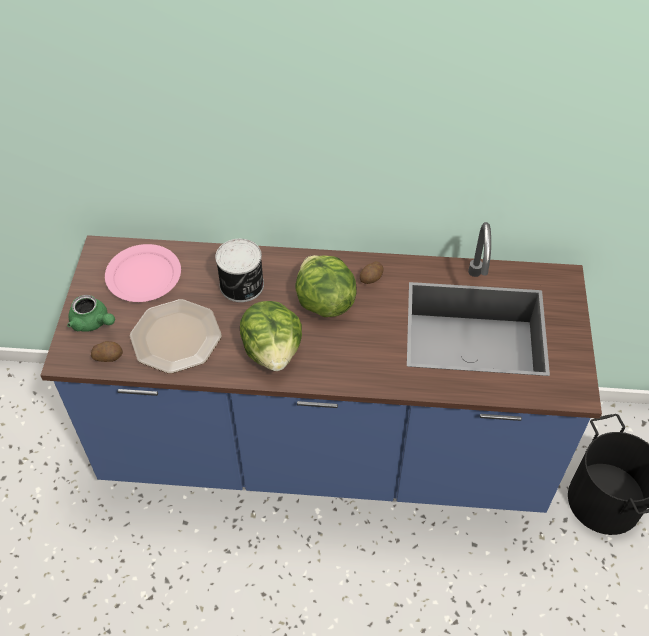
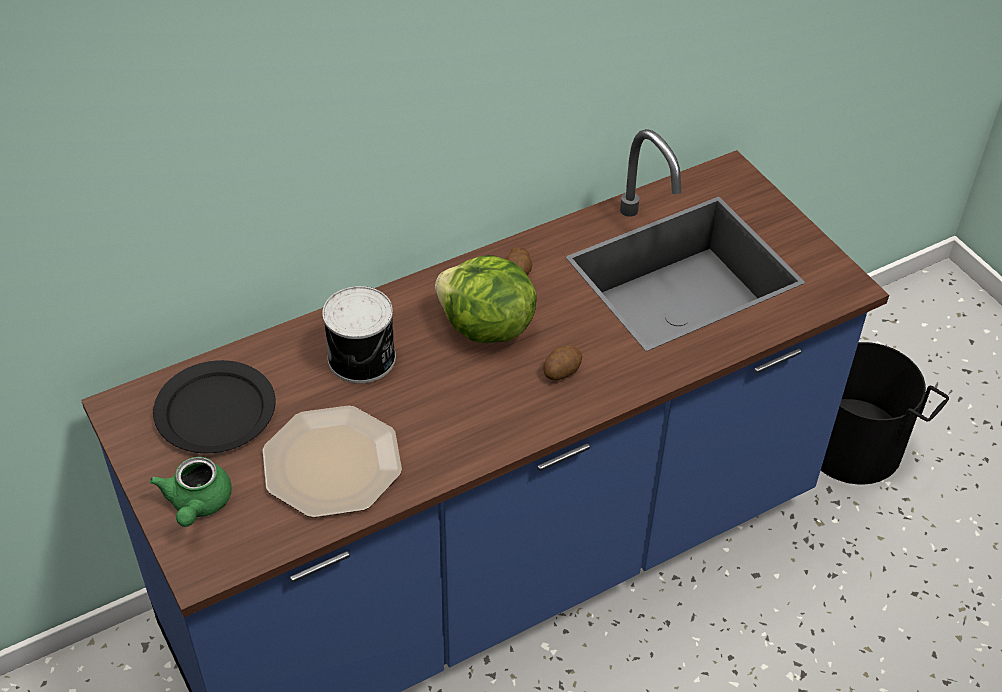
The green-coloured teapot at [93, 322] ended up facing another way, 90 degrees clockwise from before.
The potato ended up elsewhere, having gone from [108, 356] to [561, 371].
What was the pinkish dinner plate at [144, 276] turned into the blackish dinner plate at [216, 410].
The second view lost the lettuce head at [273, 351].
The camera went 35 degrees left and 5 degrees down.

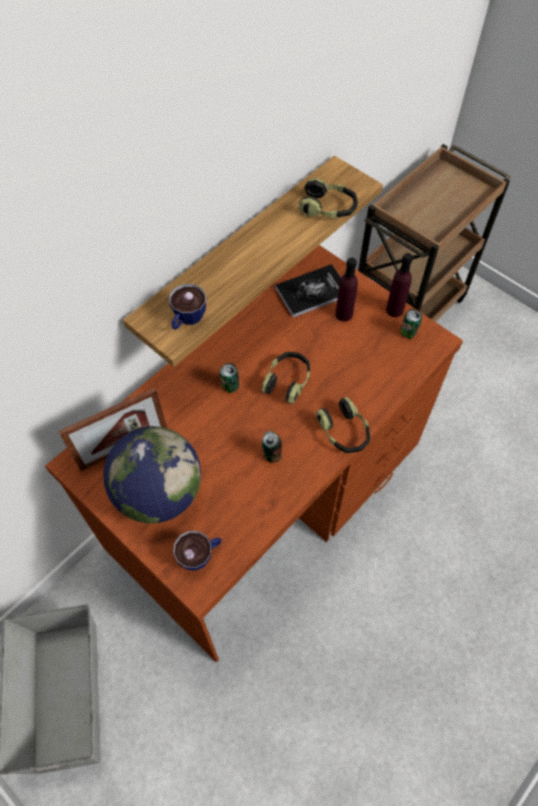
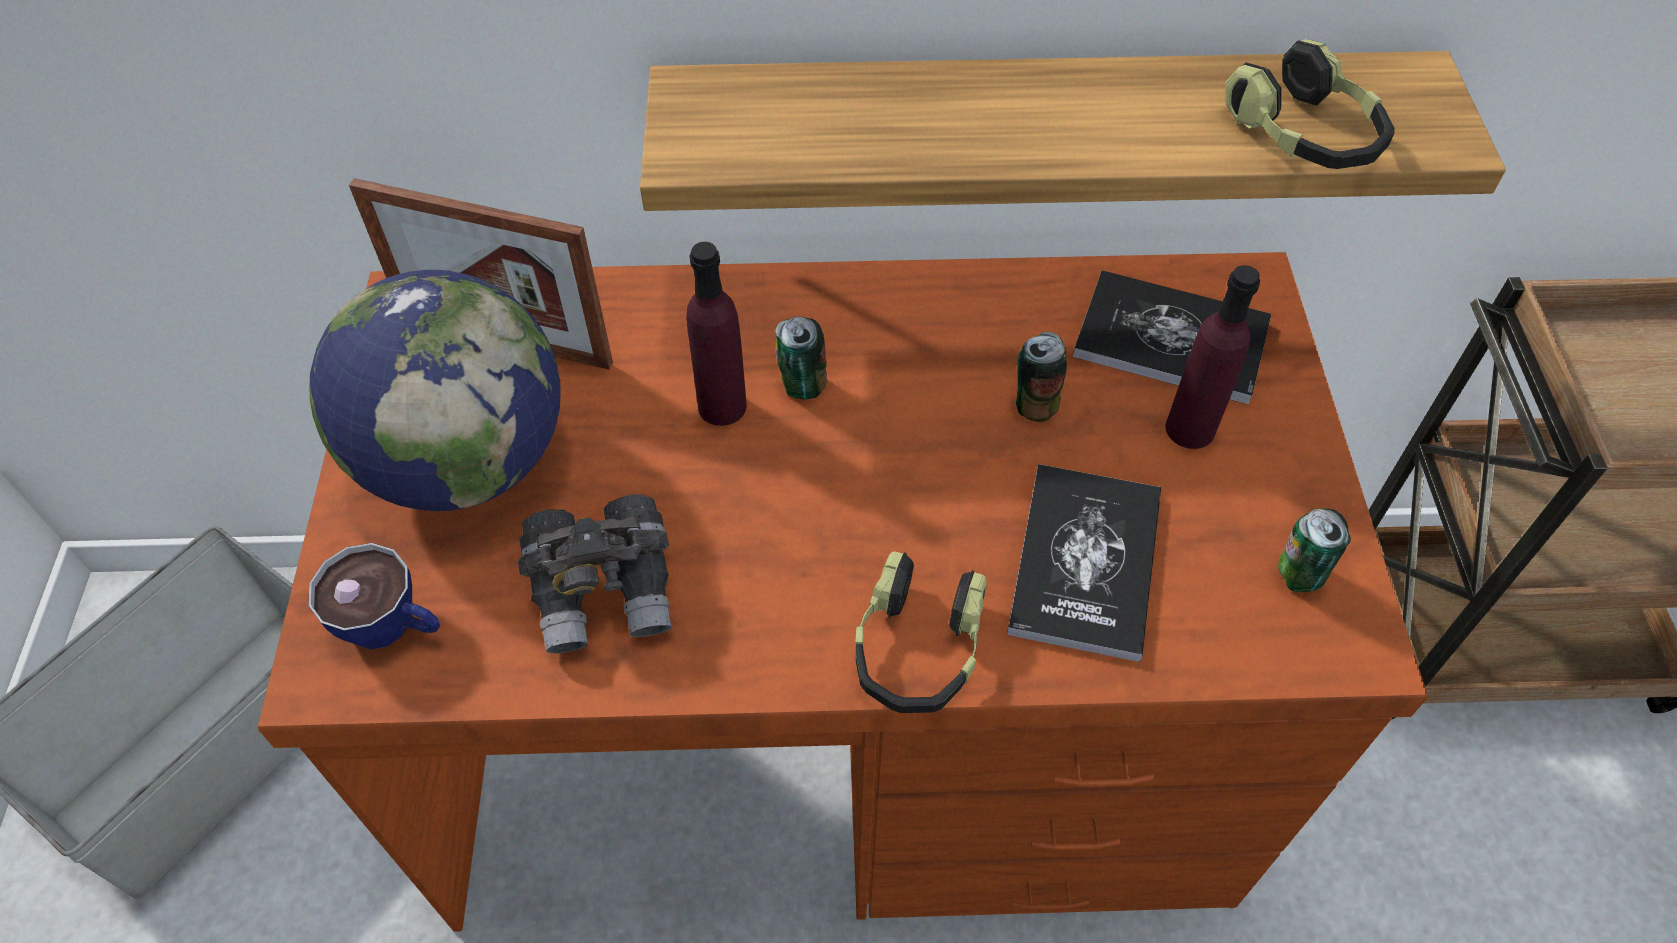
The second view lost the cup at [187, 320].
The second view lost the headphones at [287, 381].
The sealed can ended up elsewhere, having gone from [271, 454] to [1035, 404].
The purple bottle ended up elsewhere, having gone from [394, 310] to [722, 406].
The second view gained the grey binoculars at [606, 591].
The second view gained the volume at [1085, 562].
The camera went 45 degrees right and 5 degrees down.

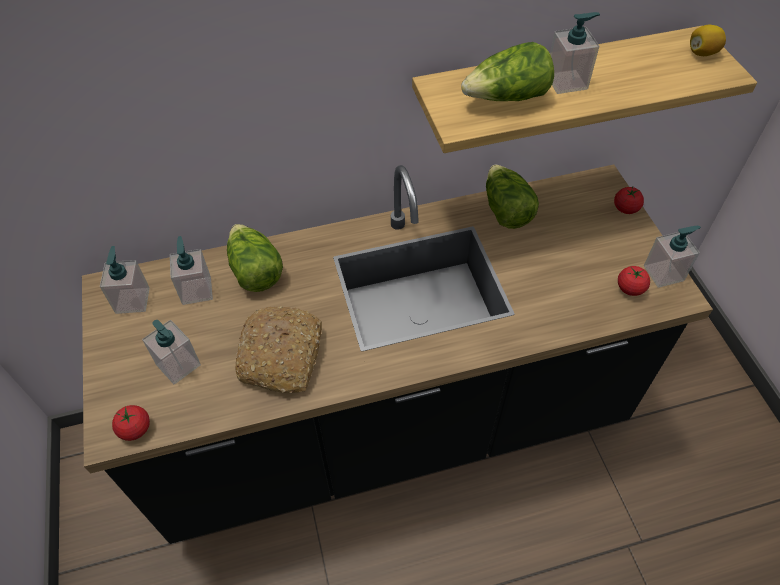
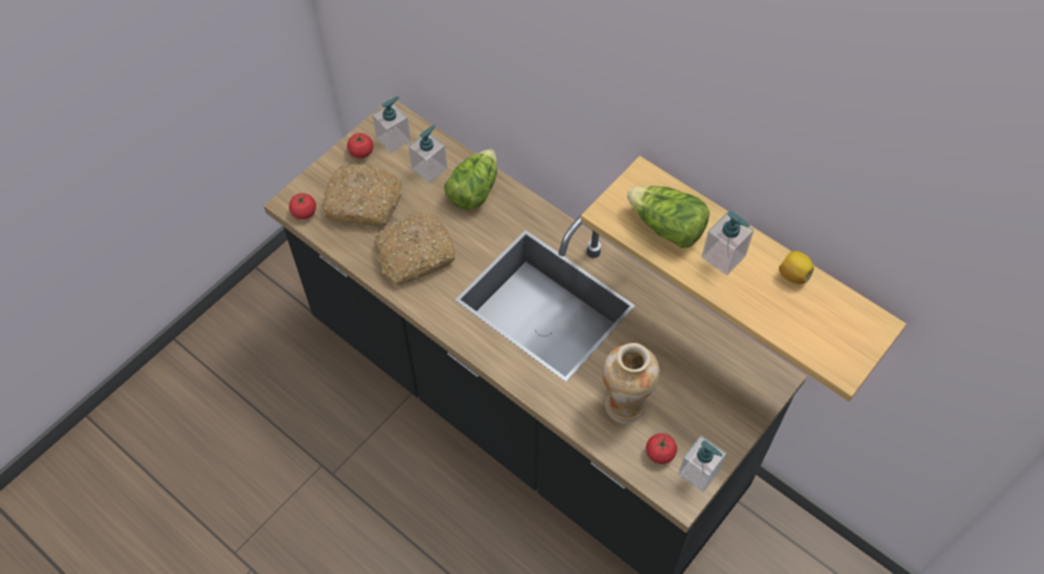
Where the liquid soap bottle stood at [178, 365], the bakery bread came to stand at [364, 202].
The second view lost the lettuce head at [505, 210].
The tomato ended up elsewhere, having gone from [625, 208] to [361, 152].
The whole lemon ended up elsewhere, having gone from [702, 53] to [793, 275].
The second view gained the decorative vase at [625, 405].
The camera went 55 degrees right and 5 degrees up.

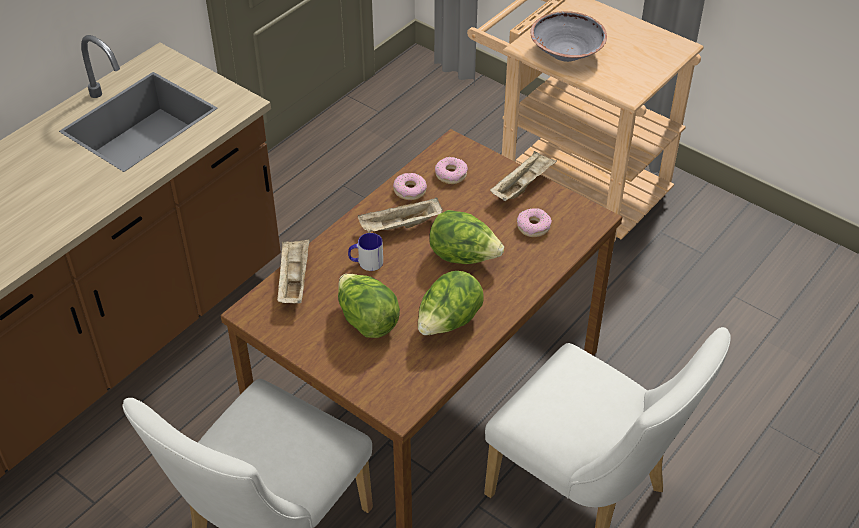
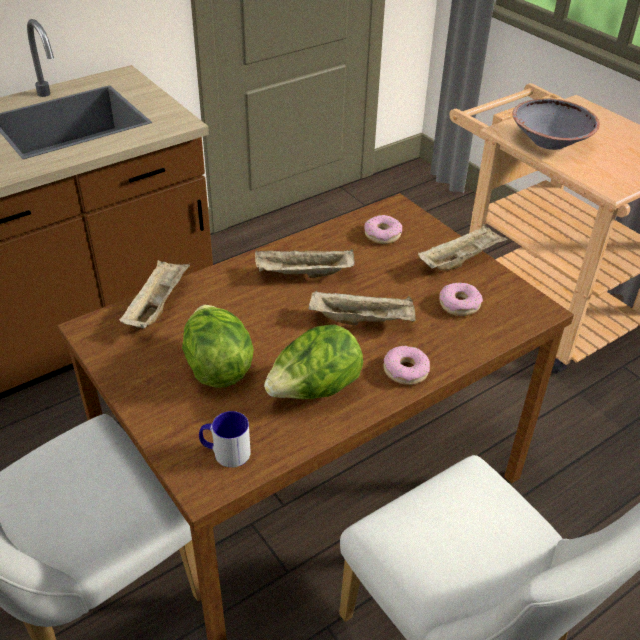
The coffee mug ended up elsewhere, having gone from [366, 262] to [225, 452].
The ring doughnut ended up elsewhere, having gone from [409, 190] to [405, 371].
Where the lettuce head stood at [463, 257], the beige-coloured carrying tray came to stand at [363, 320].
The camera went 15 degrees right and 5 degrees down.

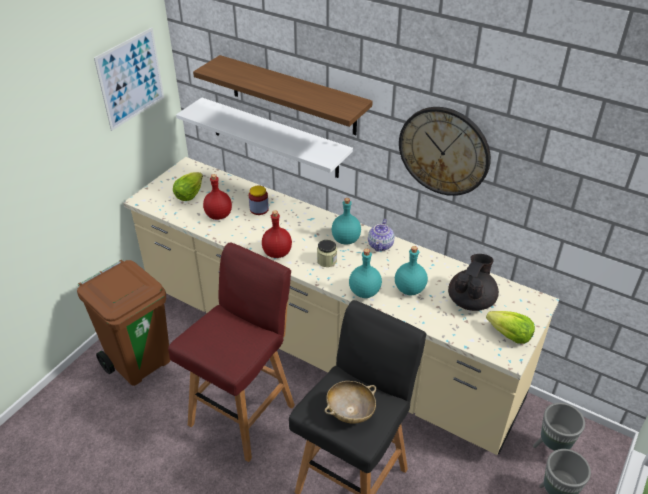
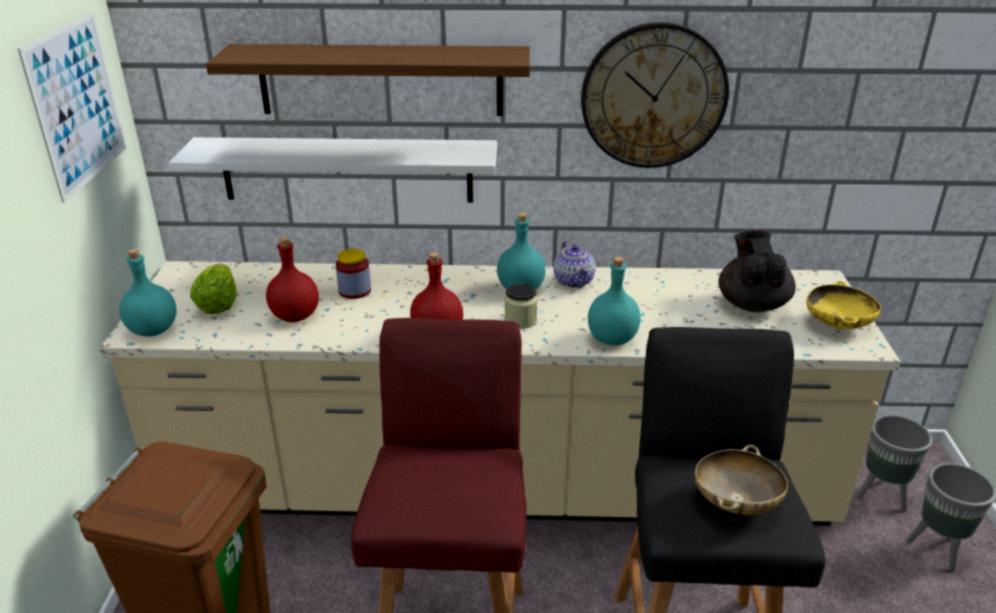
The blue-green bottle ended up elsewhere, having gone from [409, 289] to [152, 330].
Where the lettuce head stood at [509, 336], the yellow serving bowl came to stand at [838, 324].
The camera went 30 degrees left and 10 degrees down.

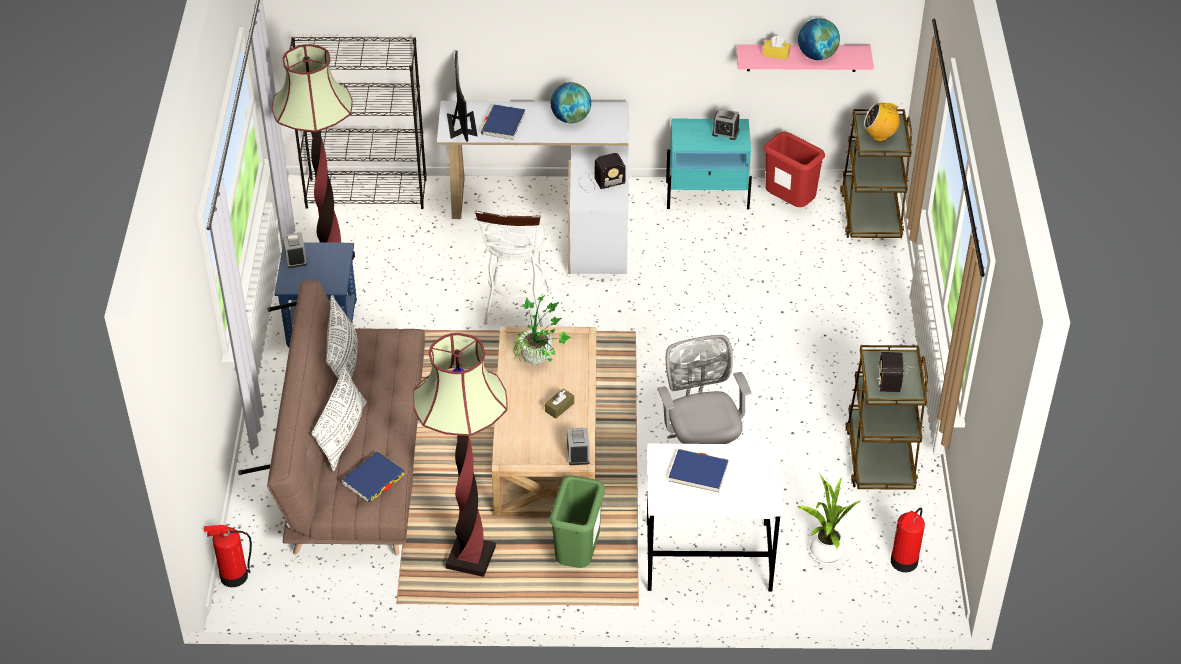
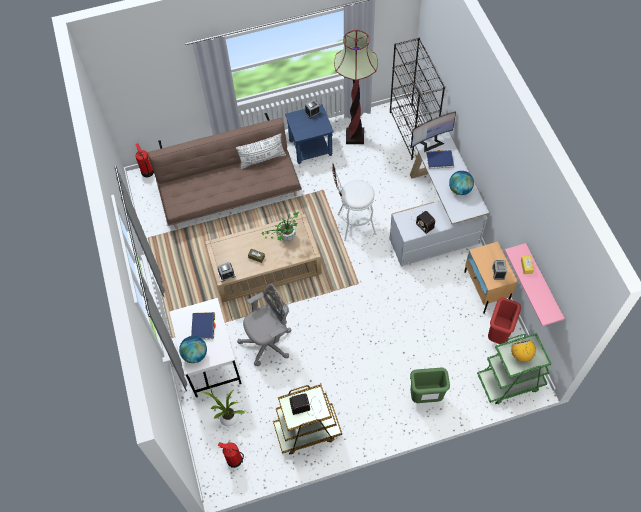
The second view lost the white pillow at [343, 434].
The second view lost the bluish volume at [373, 479].
The second view lost the standard lamp at [470, 558].
The green-coloured rubbish bin ended up elsewhere, having gone from [578, 557] to [425, 397].
What was the blue-green night table at [708, 195] turned into the beige-coloured night table at [485, 289].
The world globe ended up elsewhere, having gone from [817, 56] to [195, 354].
What was the brown-coloured wheeled cart at [870, 214] turned into the green-coloured wheeled cart at [510, 381].
The camera went 75 degrees right and 15 degrees up.

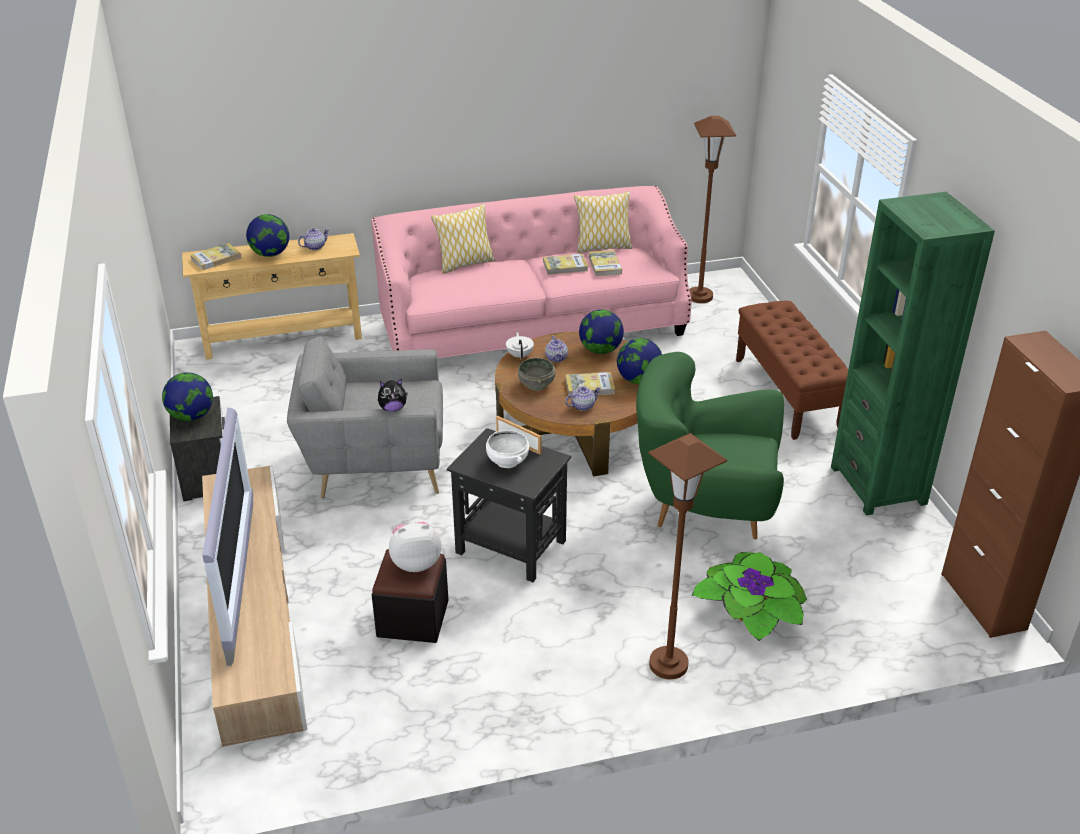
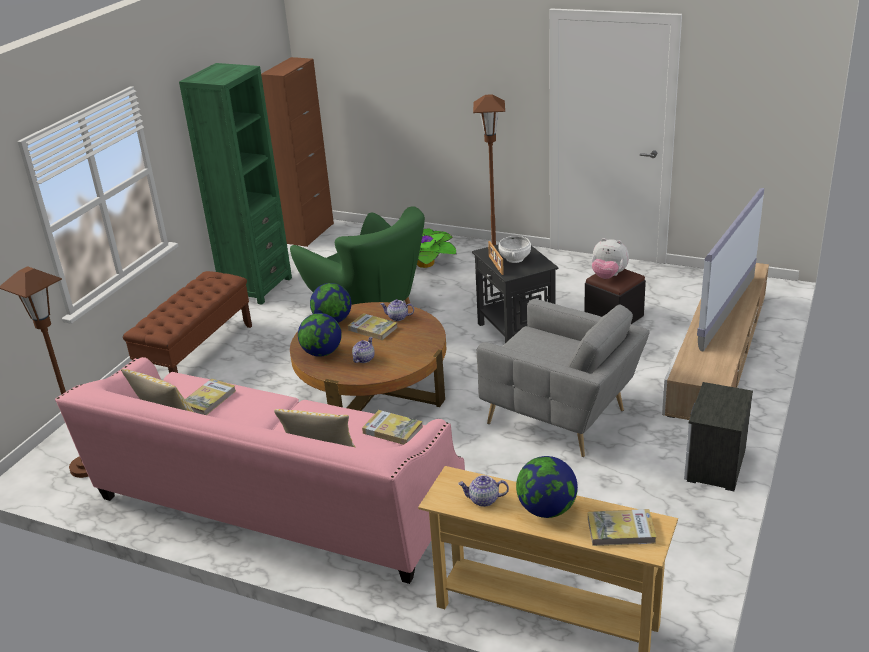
The second view lost the world globe at [191, 416].
The second view lost the soft toy at [393, 408].
The second view lost the white teapot at [520, 355].
The second view lost the grey serving bowl at [537, 385].
The volume ended up elsewhere, having gone from [565, 266] to [392, 430].
The camera went 140 degrees left and 5 degrees down.

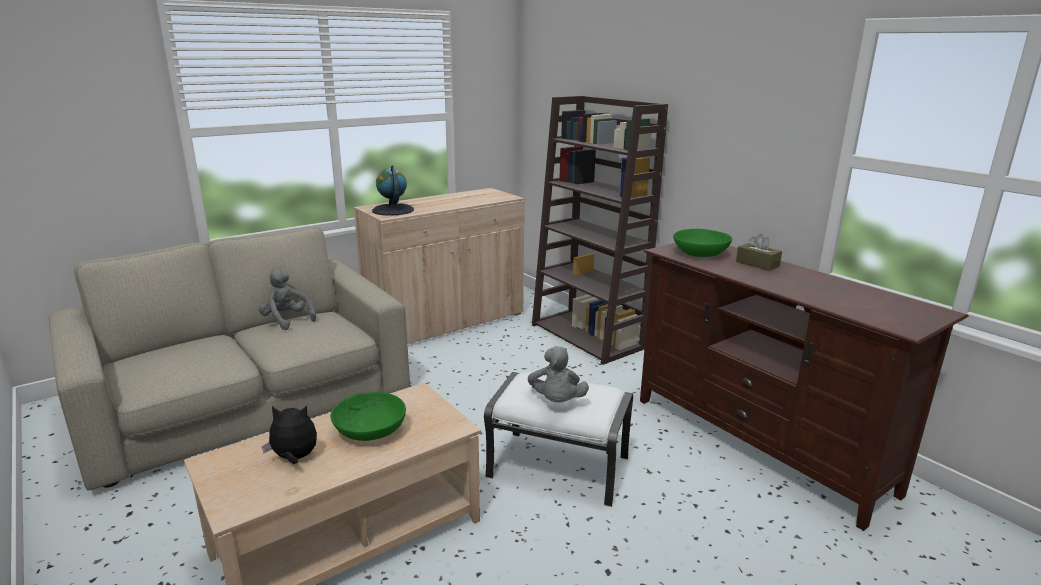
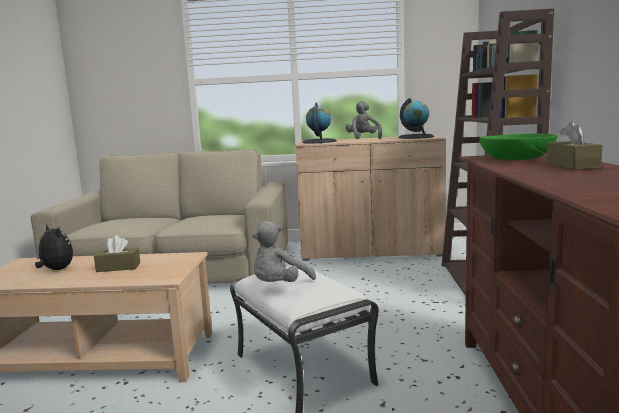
The grey soft toy ended up elsewhere, having gone from [287, 320] to [363, 138].
Where the green-coloured serving bowl stood at [369, 430], the brown-coloured box of tissues came to stand at [118, 267].
The second view gained the world globe at [416, 137].
The camera went 40 degrees right and 10 degrees down.

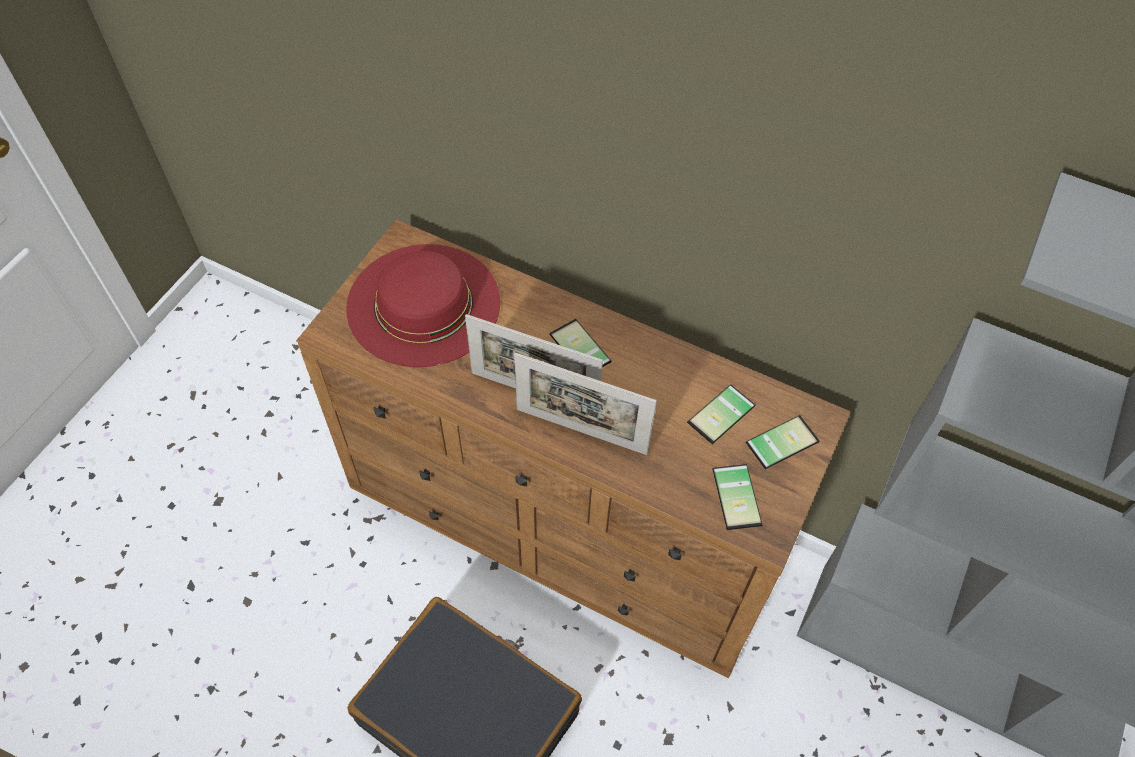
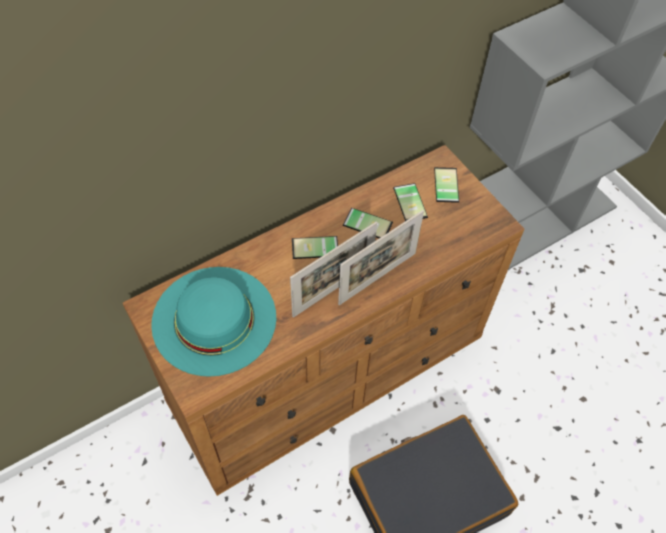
What was the red hat at [423, 303] turned into the blue-green hat at [214, 319].
The handset ended up elsewhere, having gone from [740, 496] to [368, 222].
The camera went 60 degrees left and 0 degrees up.

